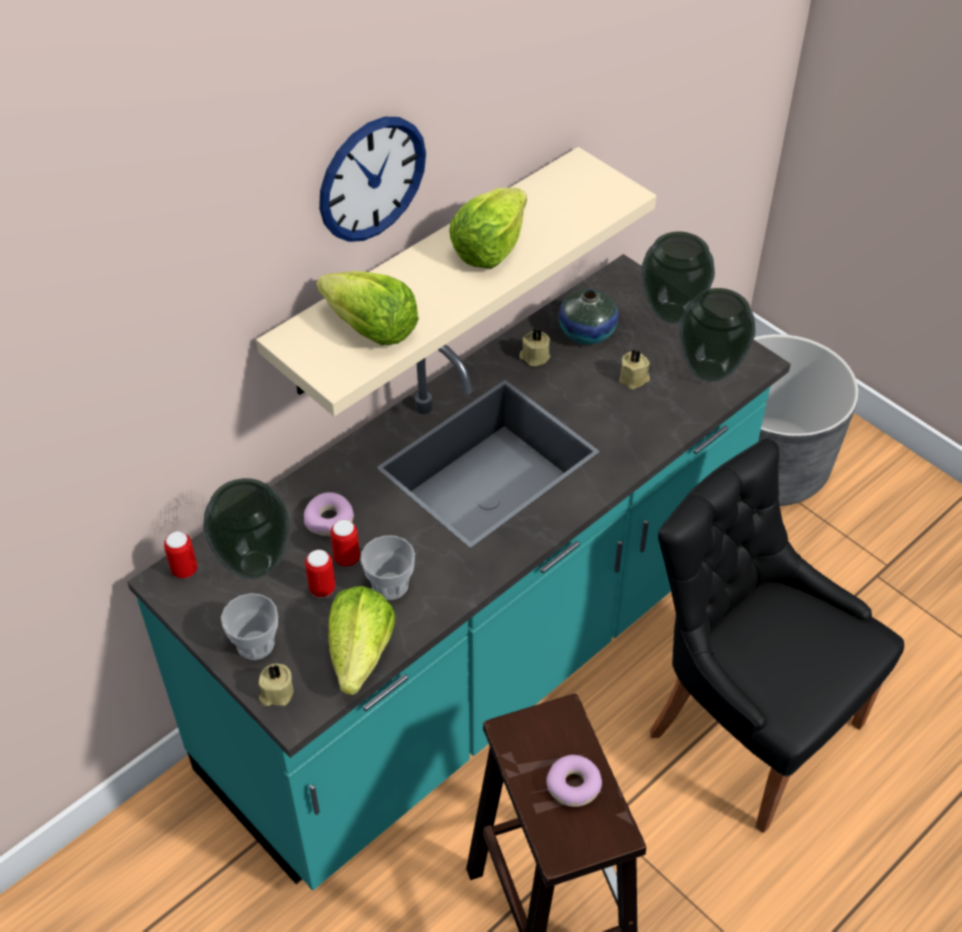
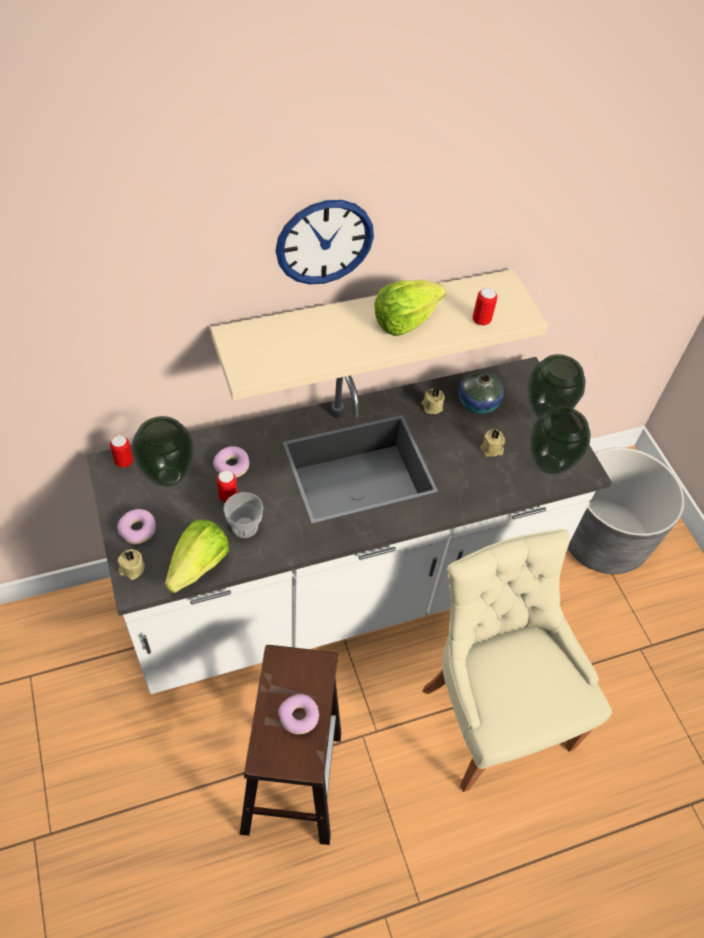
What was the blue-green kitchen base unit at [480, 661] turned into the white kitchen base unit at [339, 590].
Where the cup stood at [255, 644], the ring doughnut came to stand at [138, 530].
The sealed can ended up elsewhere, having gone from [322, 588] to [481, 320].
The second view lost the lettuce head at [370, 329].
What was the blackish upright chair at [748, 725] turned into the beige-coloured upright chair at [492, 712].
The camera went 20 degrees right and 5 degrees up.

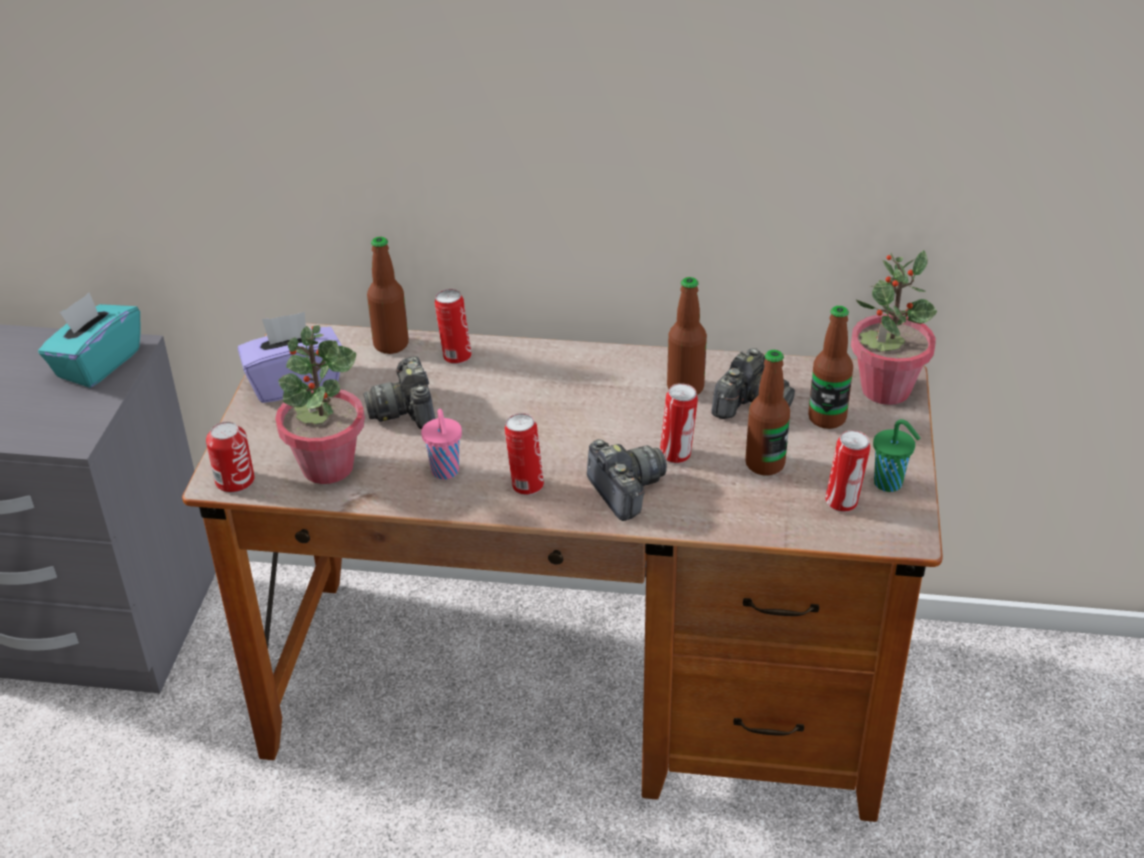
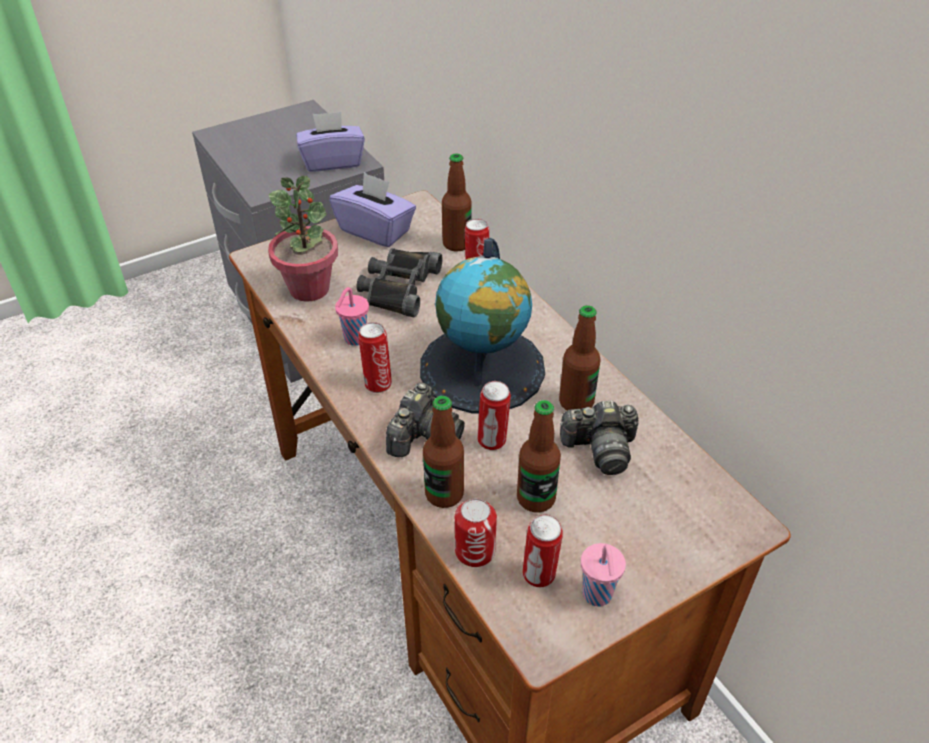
What was the blue-green box of tissues at [97, 364] turned into the purple box of tissues at [332, 162].
The sealed can ended up elsewhere, having gone from [235, 481] to [475, 551].
Where the photo camera stood at [405, 410], the blackish binoculars came to stand at [398, 287].
The bottle ended up elsewhere, having gone from [827, 418] to [444, 494].
The second view lost the potted plant at [885, 390].
What was the green-coloured cup at [890, 484] turned into the pinkish cup at [597, 596].
The second view gained the world globe at [482, 368].
The camera went 50 degrees right and 5 degrees up.

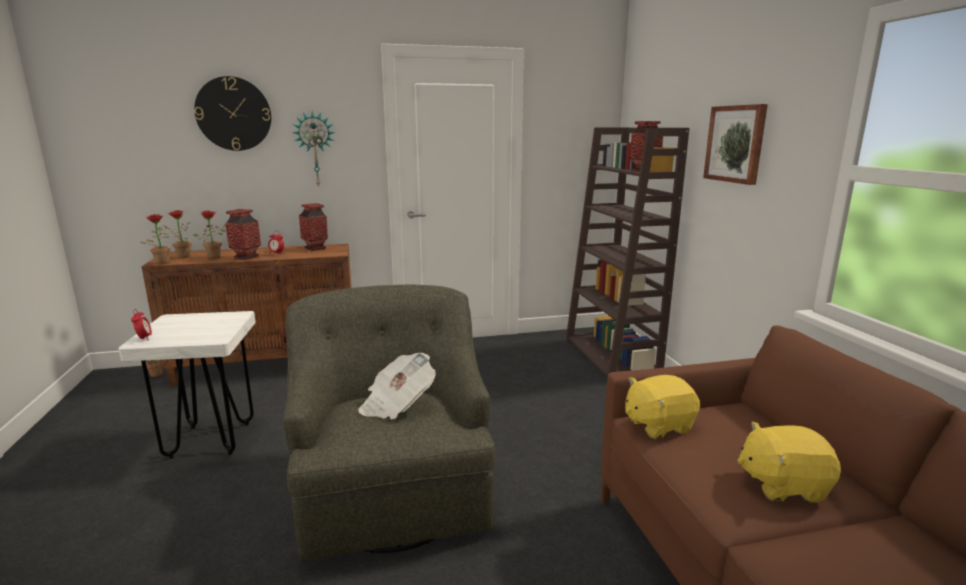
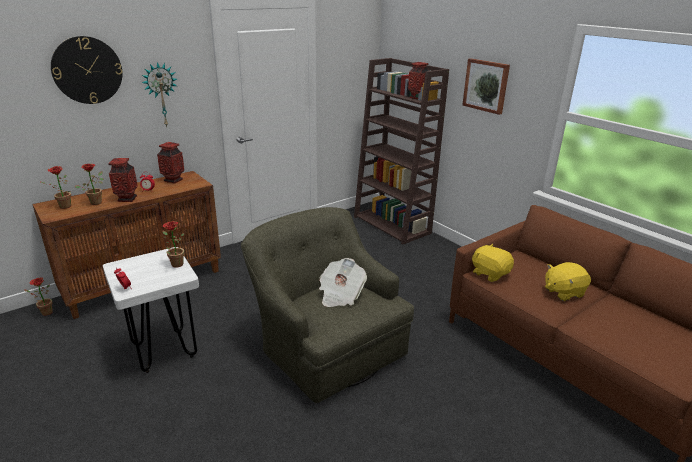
The potted plant ended up elsewhere, having gone from [162, 262] to [175, 264].
The yellow soft toy at [657, 425] ended up facing another way, 90 degrees clockwise from before.
The camera went 25 degrees left and 10 degrees up.

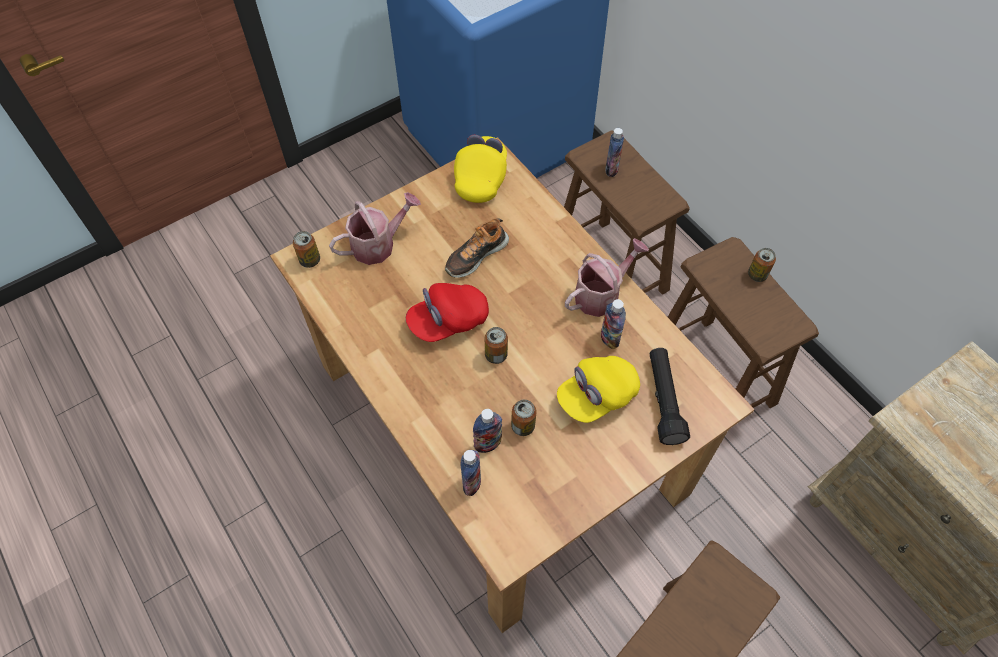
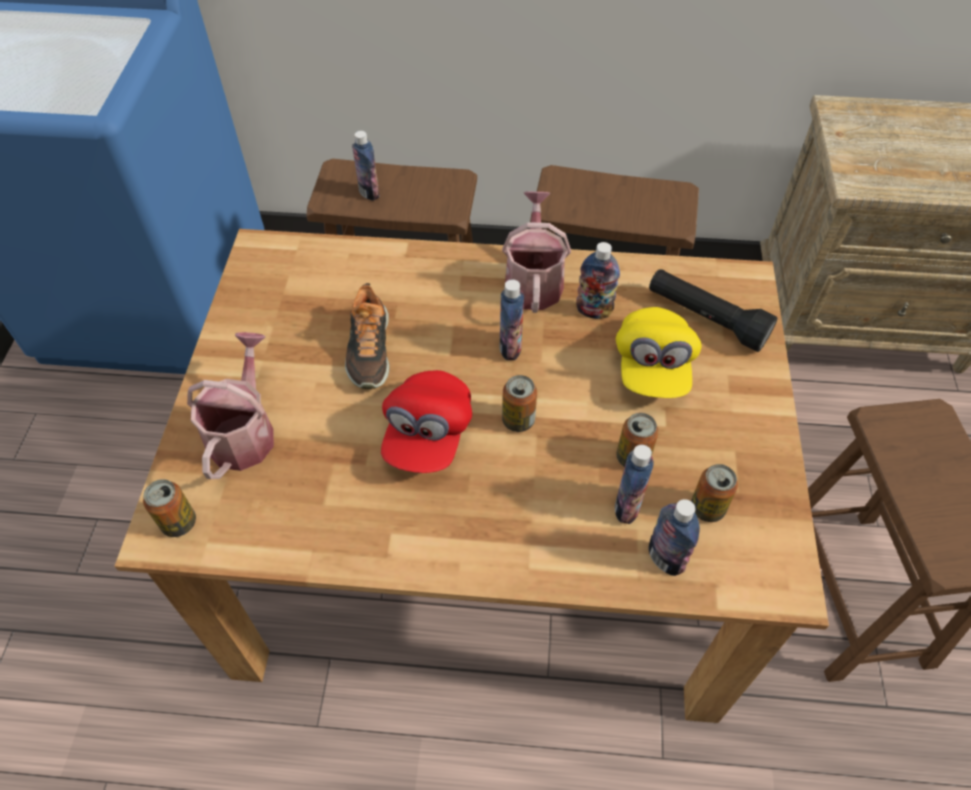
The second view lost the yellow cap at [481, 178].
The sealed can ended up elsewhere, having gone from [757, 275] to [707, 508].
The second view gained the bottle at [510, 347].
The camera went 50 degrees left and 5 degrees down.

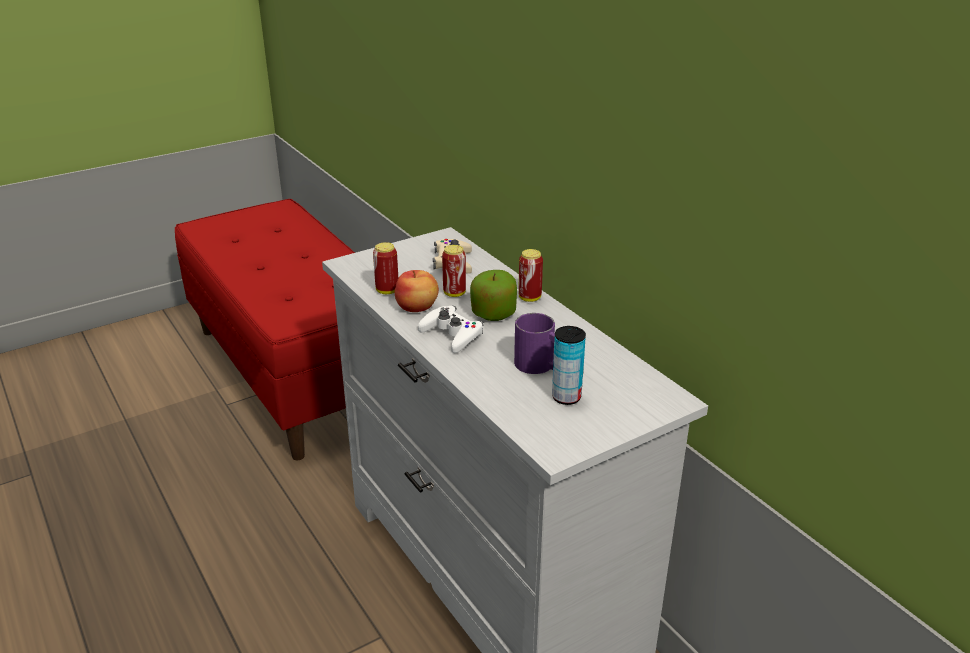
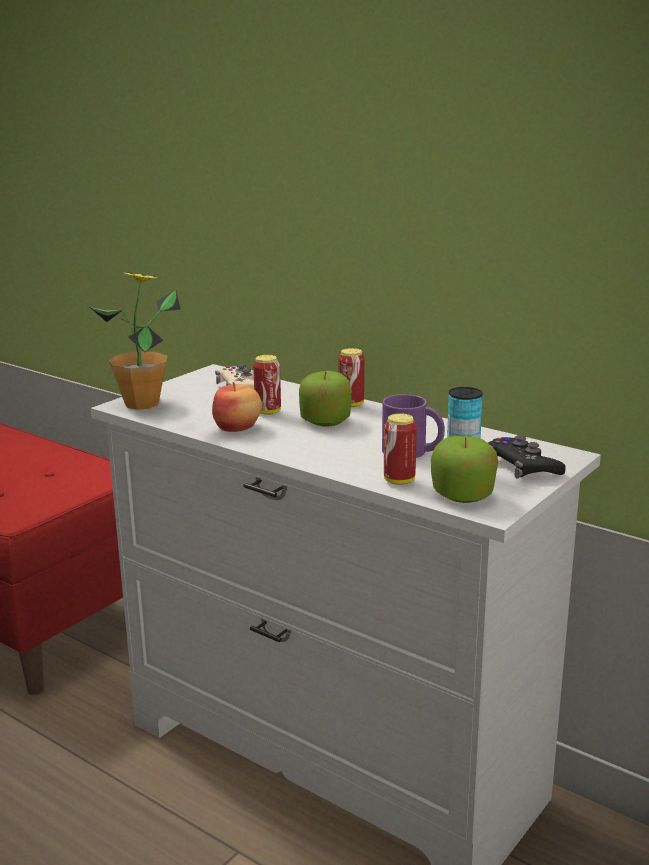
The sealed can ended up elsewhere, having gone from [387, 291] to [399, 481].
The second view lost the white game controller at [452, 334].
The second view gained the potted plant at [142, 404].
The second view gained the whole apple at [462, 496].
The second view gained the blackish game controller at [522, 466].
The camera went 20 degrees left and 10 degrees down.

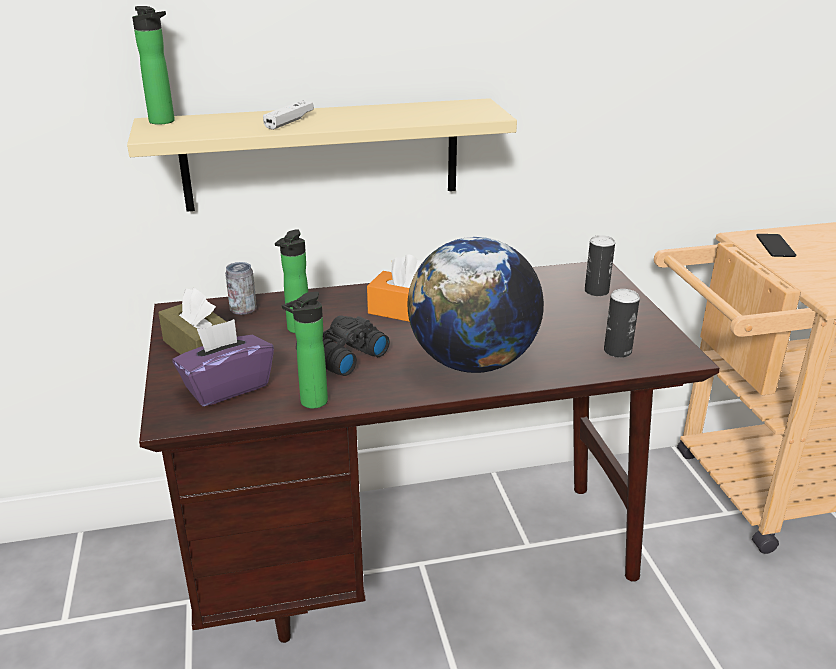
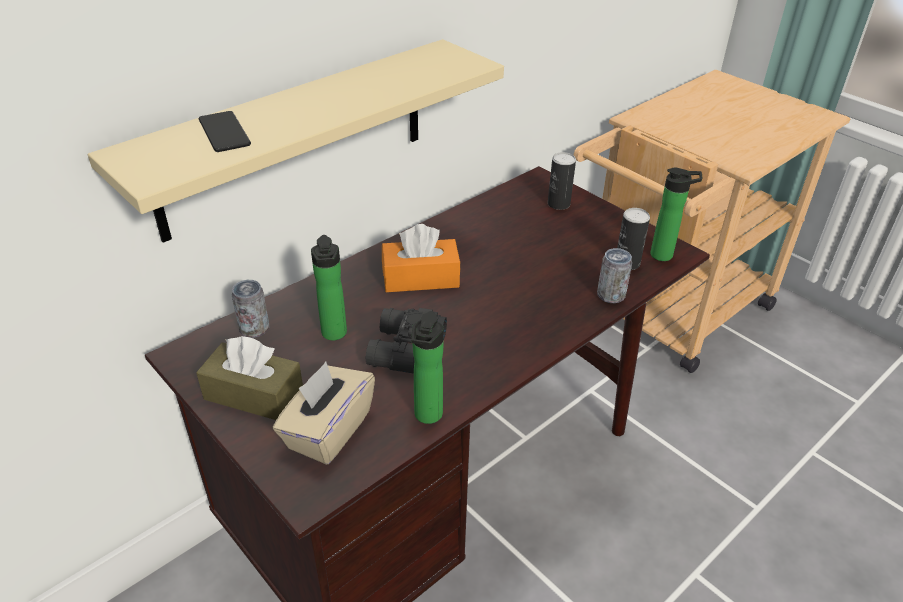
The bottle ended up elsewhere, having gone from [164, 122] to [665, 255].
What was the purple box of tissues at [227, 387] turned into the beige-coloured box of tissues at [328, 431].
The second view lost the white game controller at [289, 121].
The second view lost the world globe at [473, 363].
The handset ended up elsewhere, having gone from [775, 246] to [224, 132].
The second view gained the sealed can at [610, 295].
The camera went 30 degrees left and 10 degrees up.

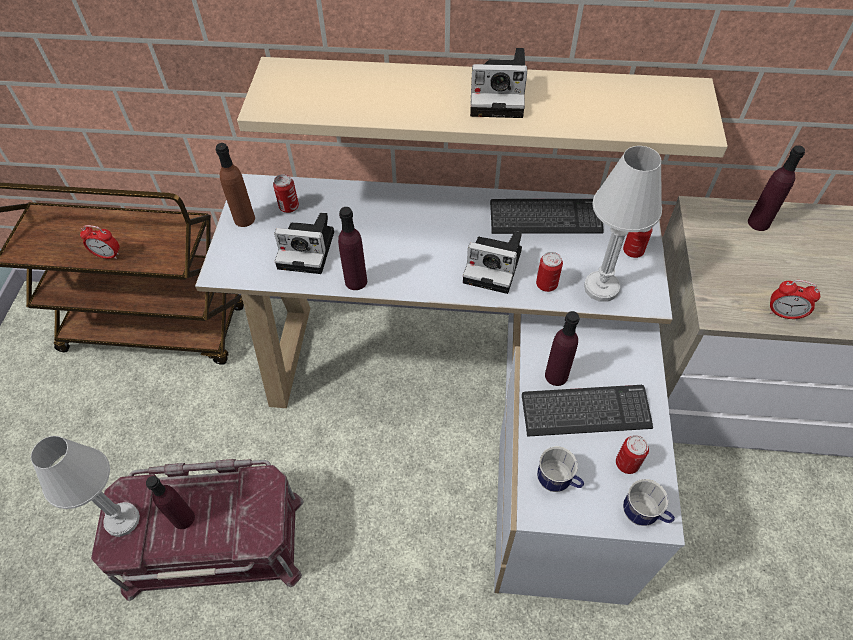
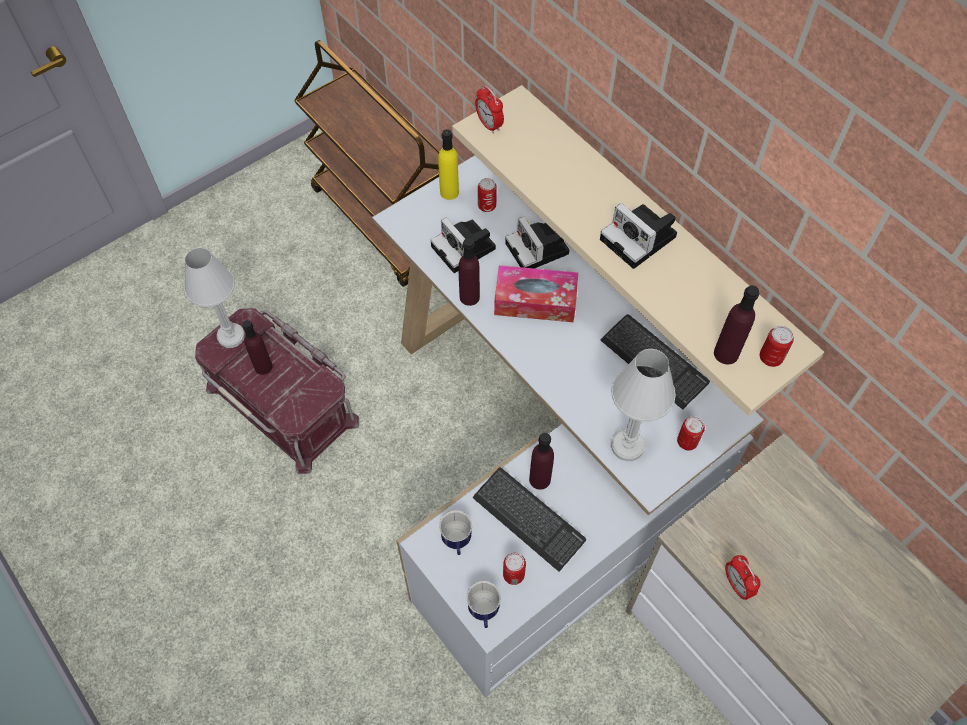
The bedside clock ended up elsewhere, having gone from [108, 255] to [489, 125].
What was the brown-coloured bottle at [244, 219] turned into the yellow bottle at [449, 192].
The photo camera ended up elsewhere, having gone from [495, 266] to [539, 250].
The sealed can ended up elsewhere, having gone from [546, 284] to [770, 357].
The purple bottle ended up elsewhere, having gone from [758, 223] to [726, 353].
The second view gained the box of tissues at [535, 301].
The camera went 45 degrees right and 5 degrees up.

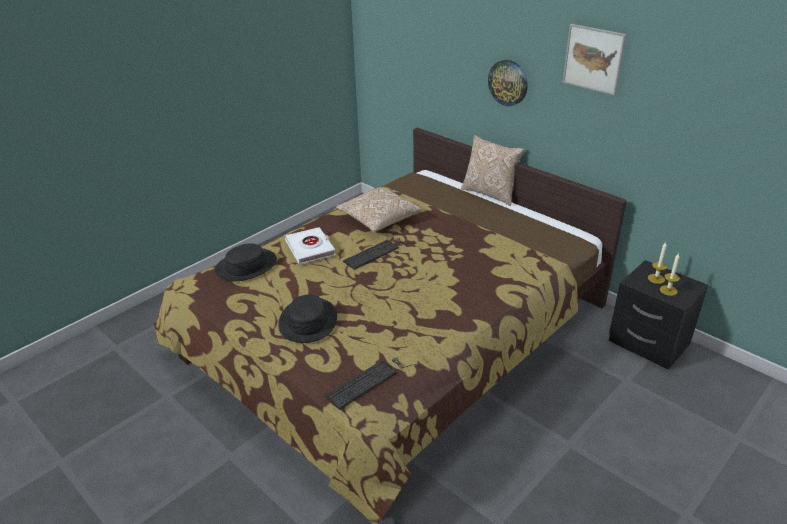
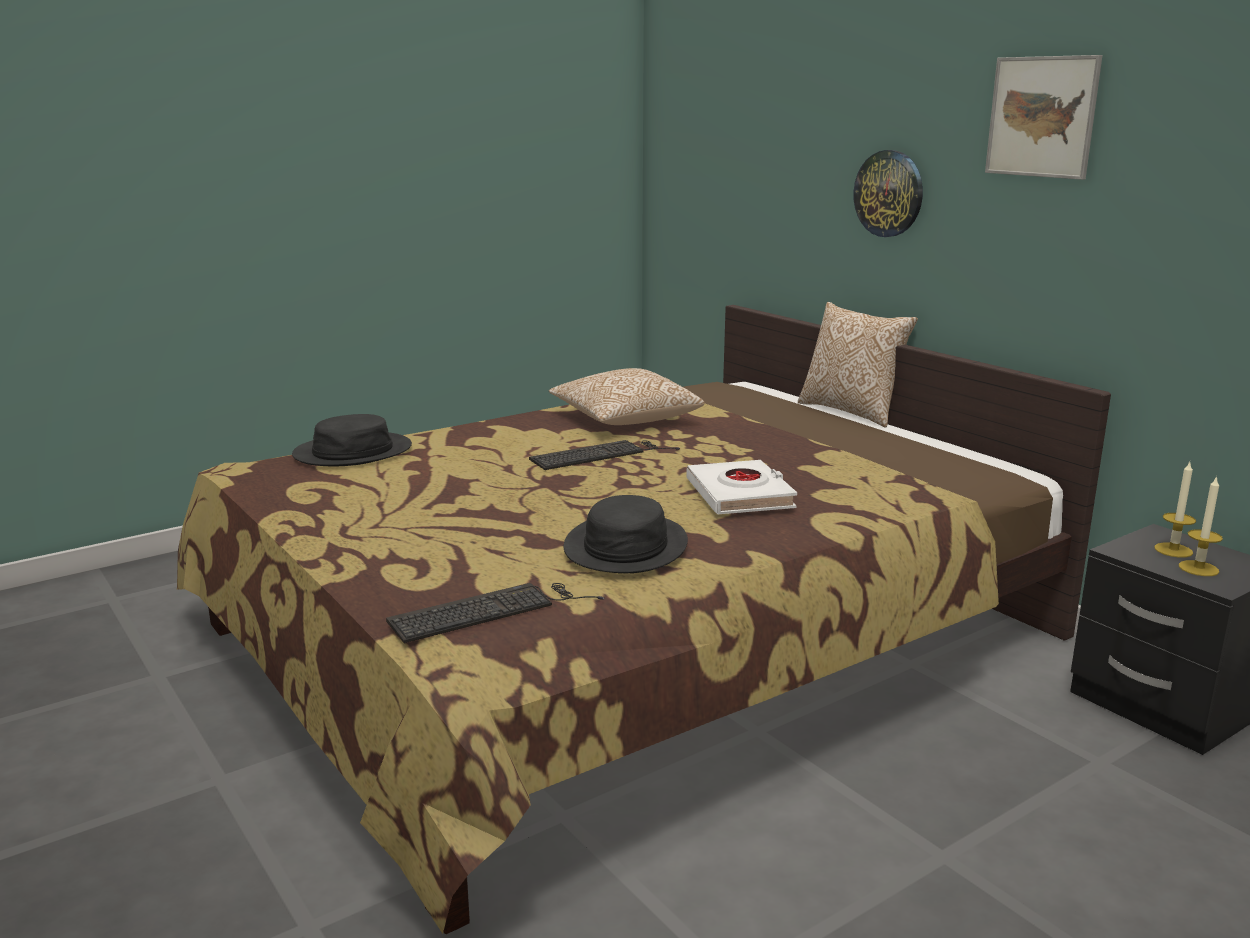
The blackish hat ended up elsewhere, having gone from [308, 321] to [625, 546].
The white volume ended up elsewhere, having gone from [310, 249] to [740, 495].
The camera went 10 degrees right and 15 degrees down.

